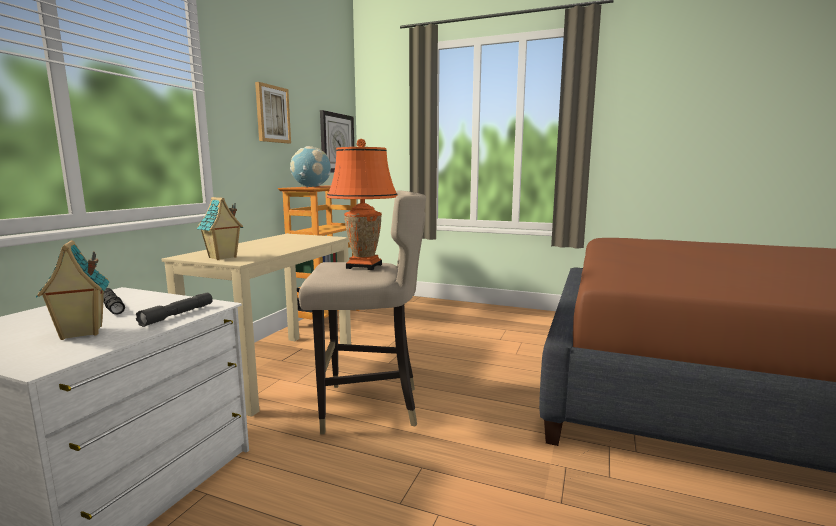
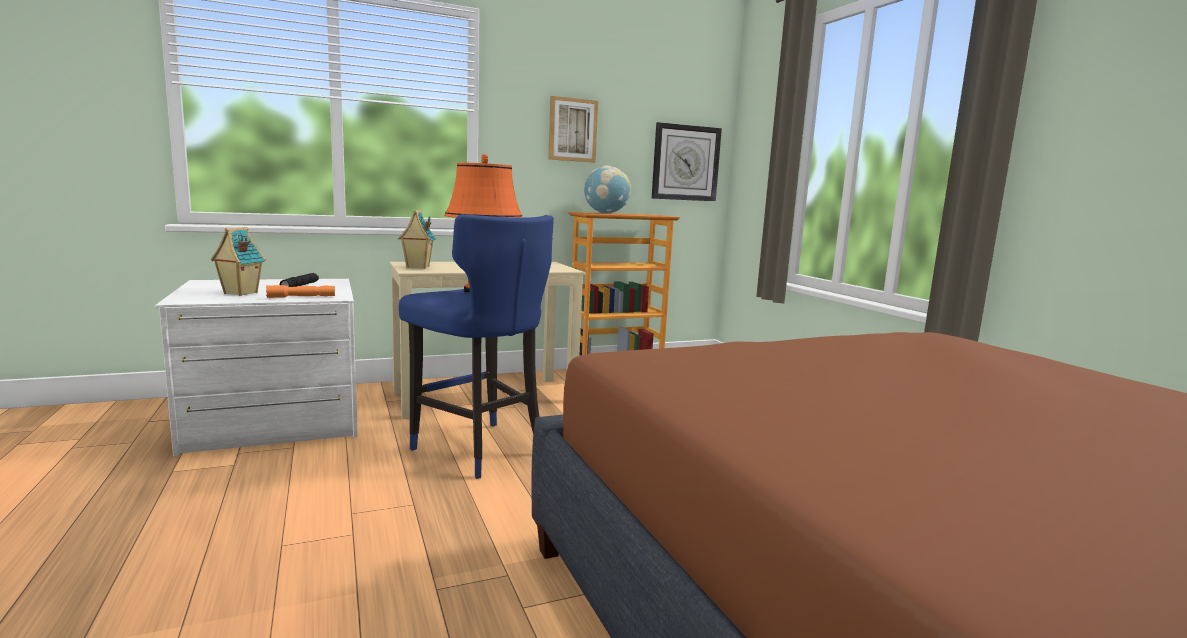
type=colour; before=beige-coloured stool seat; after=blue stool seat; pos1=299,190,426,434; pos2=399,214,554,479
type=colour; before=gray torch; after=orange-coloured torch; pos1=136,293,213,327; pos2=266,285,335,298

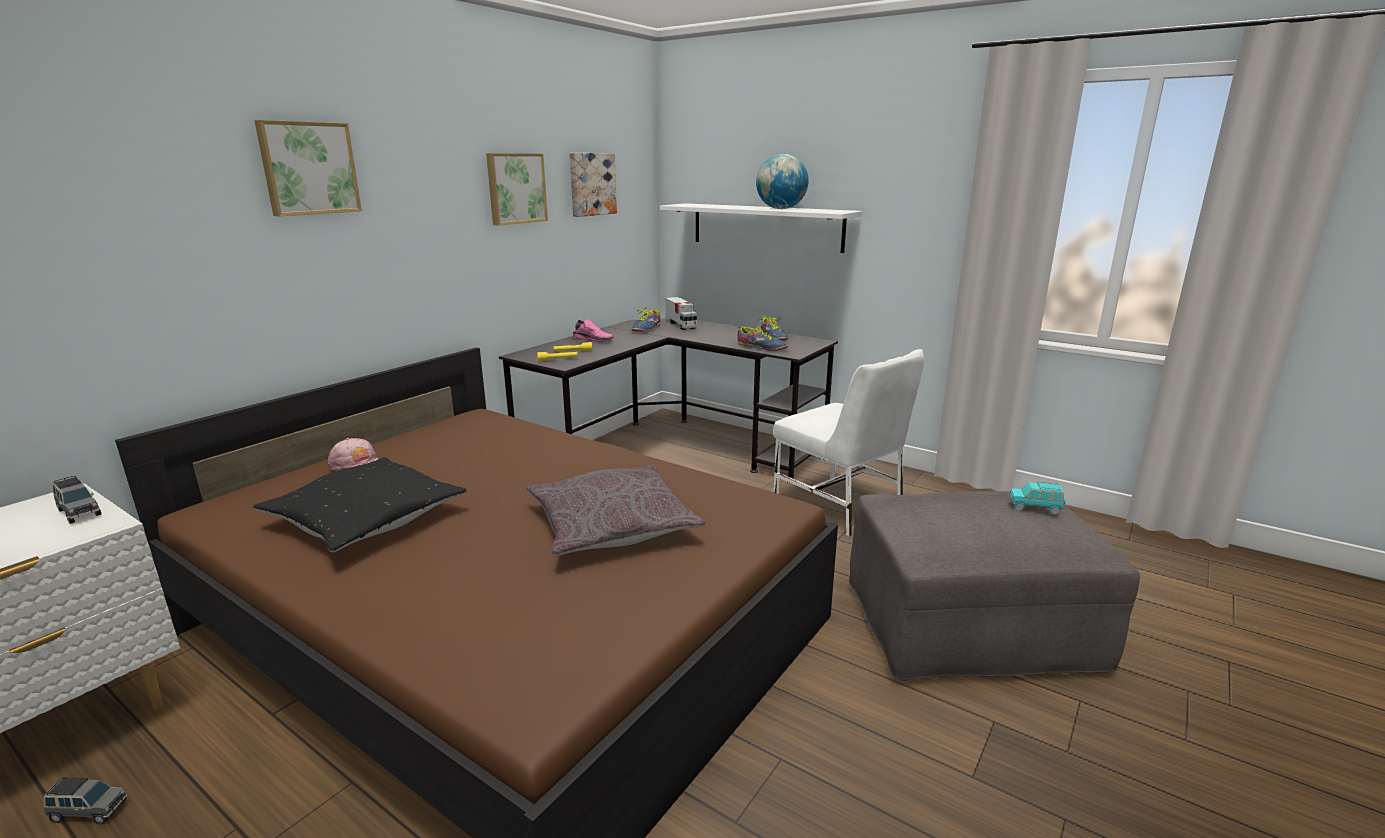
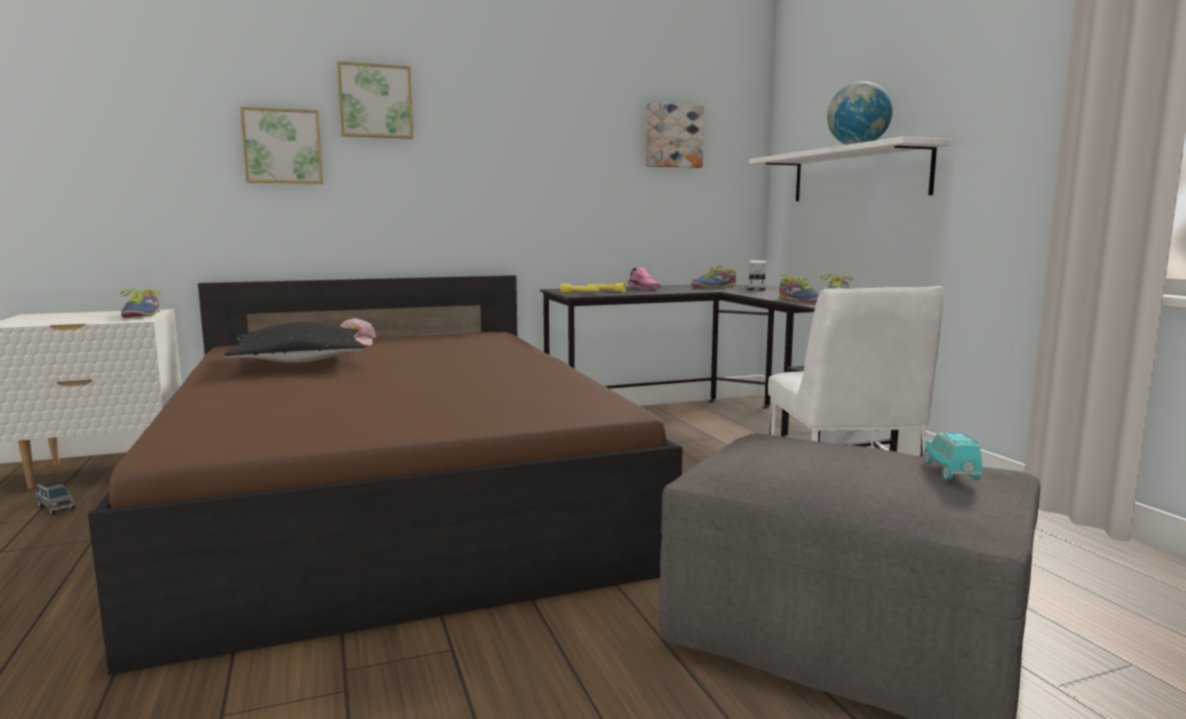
type=relocated; before=picture; pos1=486,153,548,226; pos2=240,107,323,184
type=missing; before=gray throw pillow; pos1=526,465,705,556
type=exchanged; before=gray model car; after=low shoe; pos1=53,475,101,524; pos2=121,287,160,318
type=spun; before=turquoise model car; pos1=1010,482,1066,514; pos2=924,433,982,480; turn=45

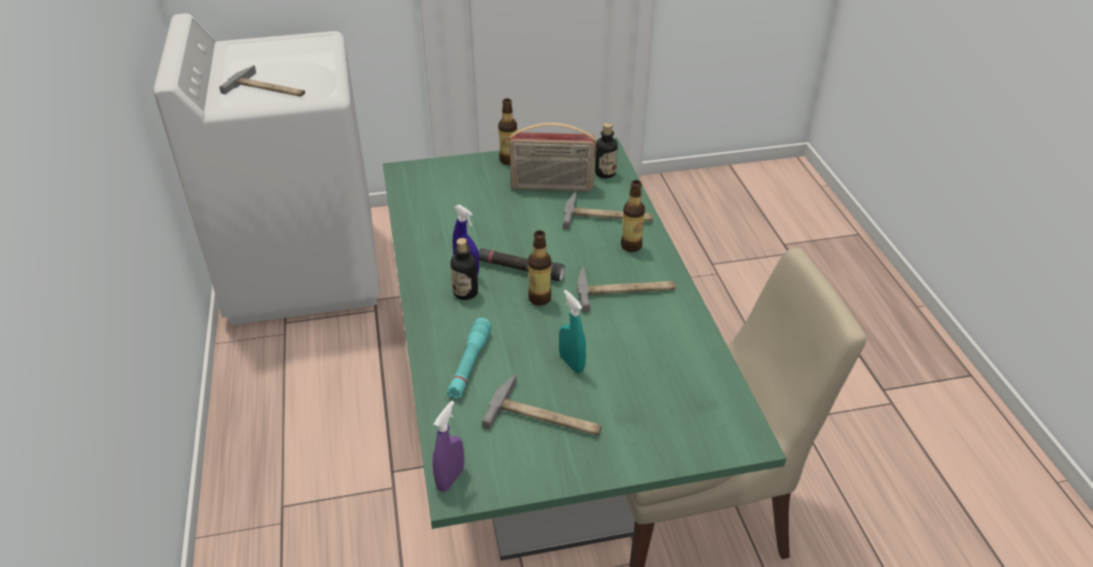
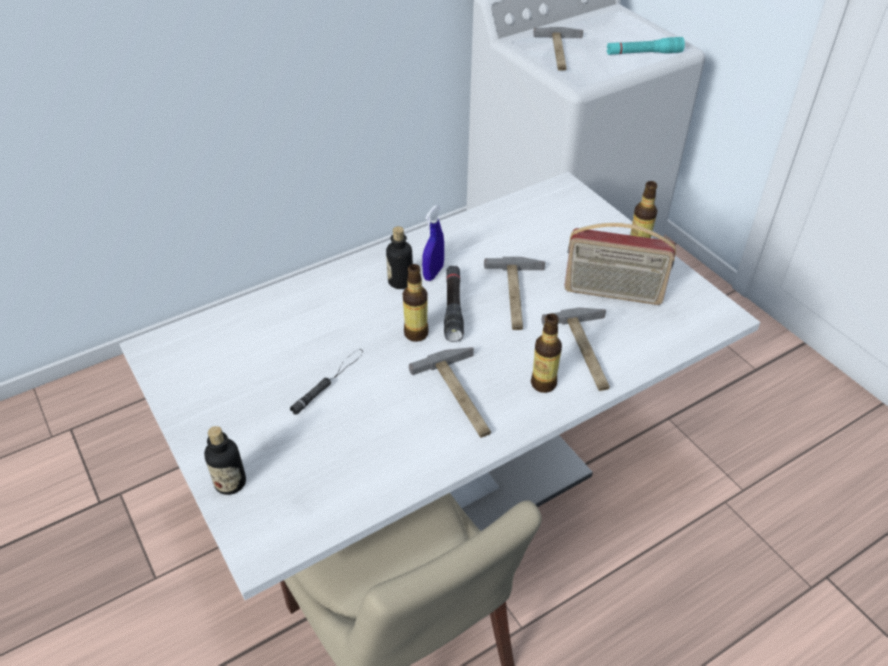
type=spun; before=radio receiver; pos1=509,123,596,191; pos2=565,223,676,305; turn=-60
type=relocated; before=beverage bottle; pos1=595,123,618,178; pos2=204,426,246,495
type=colour; before=greenish dining table; after=whitish dining table; pos1=383,137,786,561; pos2=119,172,760,600
type=exchanged; before=turquoise sprayer; after=black torch; pos1=559,290,586,373; pos2=290,349,363,415
type=relocated; before=turquoise torch; pos1=447,318,492,399; pos2=607,37,685,55
type=relocated; before=tool hammer; pos1=482,374,602,436; pos2=484,257,545,330
type=missing; before=purple-coloured sprayer; pos1=432,401,464,492

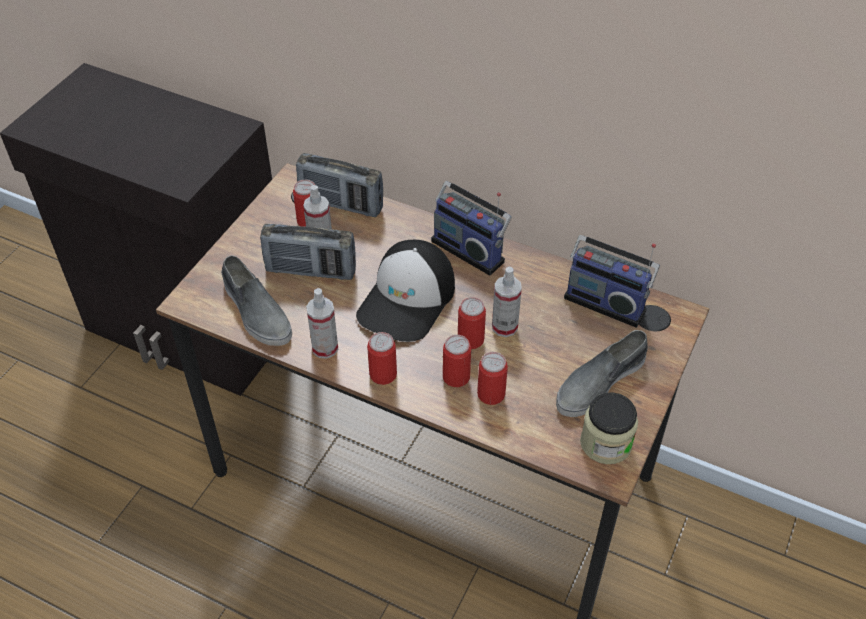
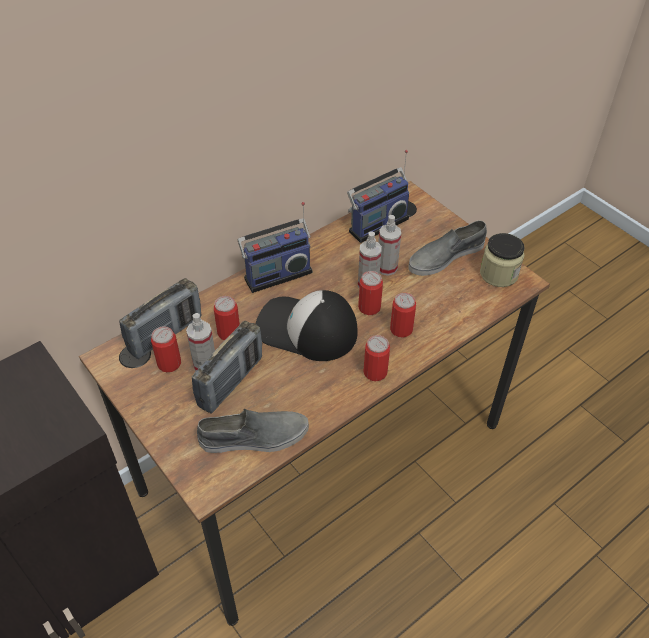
type=spun; before=baseball cap; pos1=356,240,455,342; pos2=256,290,357,361; turn=150
type=relocated; before=sprayer; pos1=306,288,338,359; pos2=378,215,401,276
type=spun; before=gray low shoe; pos1=556,330,648,417; pos2=408,220,487,276; turn=75
type=relocated; before=can; pos1=477,352,508,405; pos2=214,296,240,340

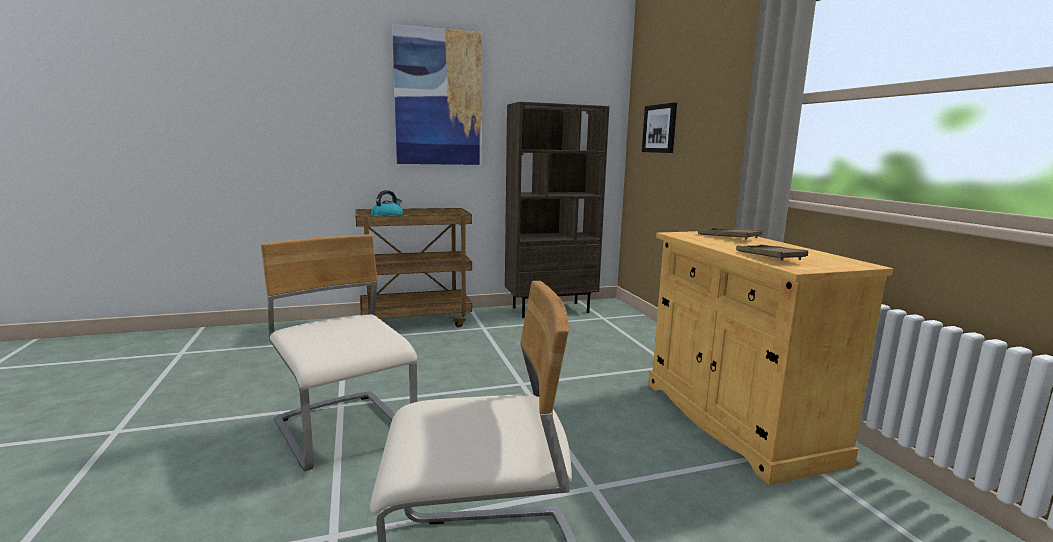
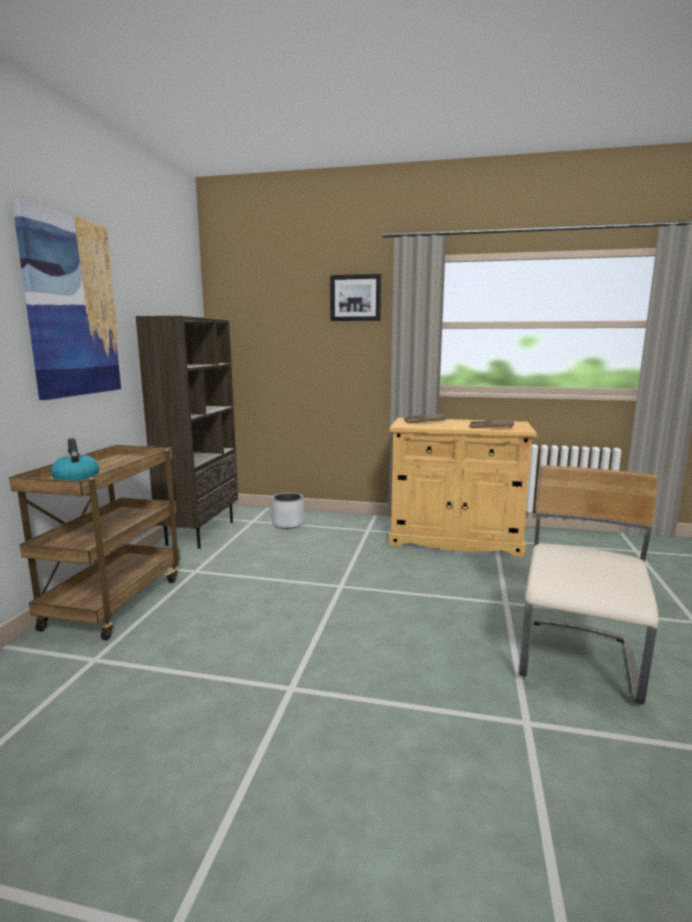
type=relocated; before=picture; pos1=642,103,677,153; pos2=330,274,381,321
type=missing; before=beige-coloured plain chair; pos1=261,234,417,472
type=appeared; after=gray flower pot; pos2=272,492,304,529

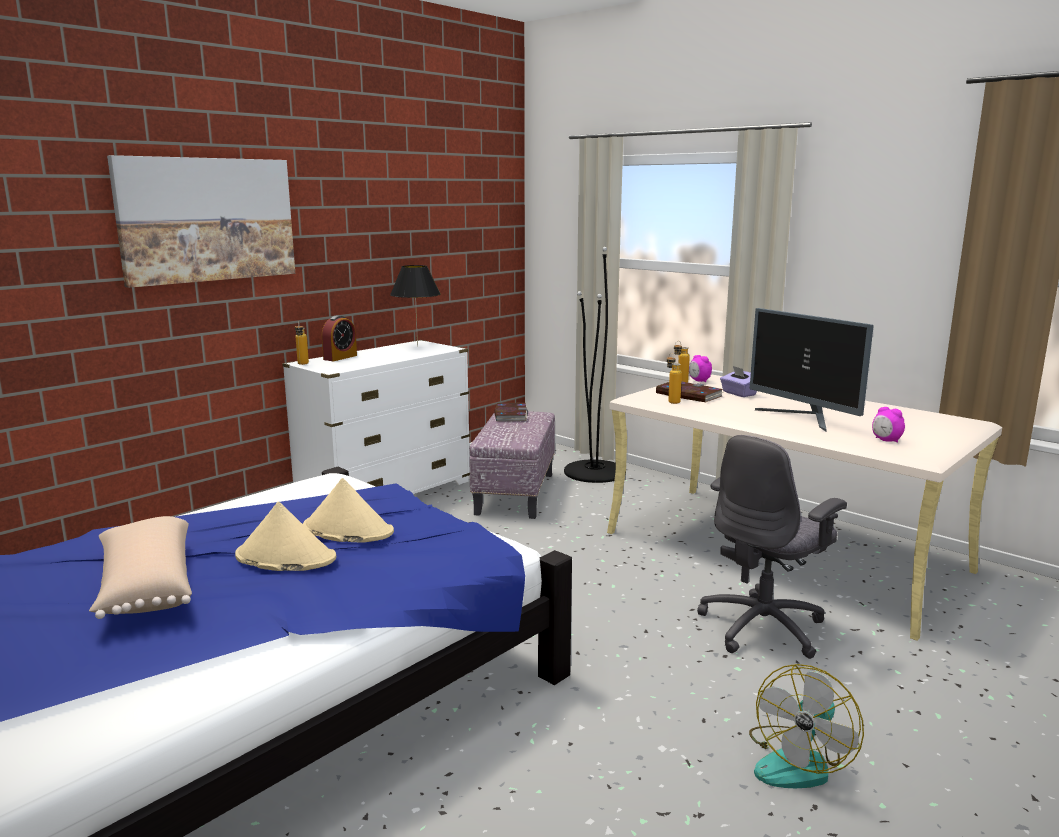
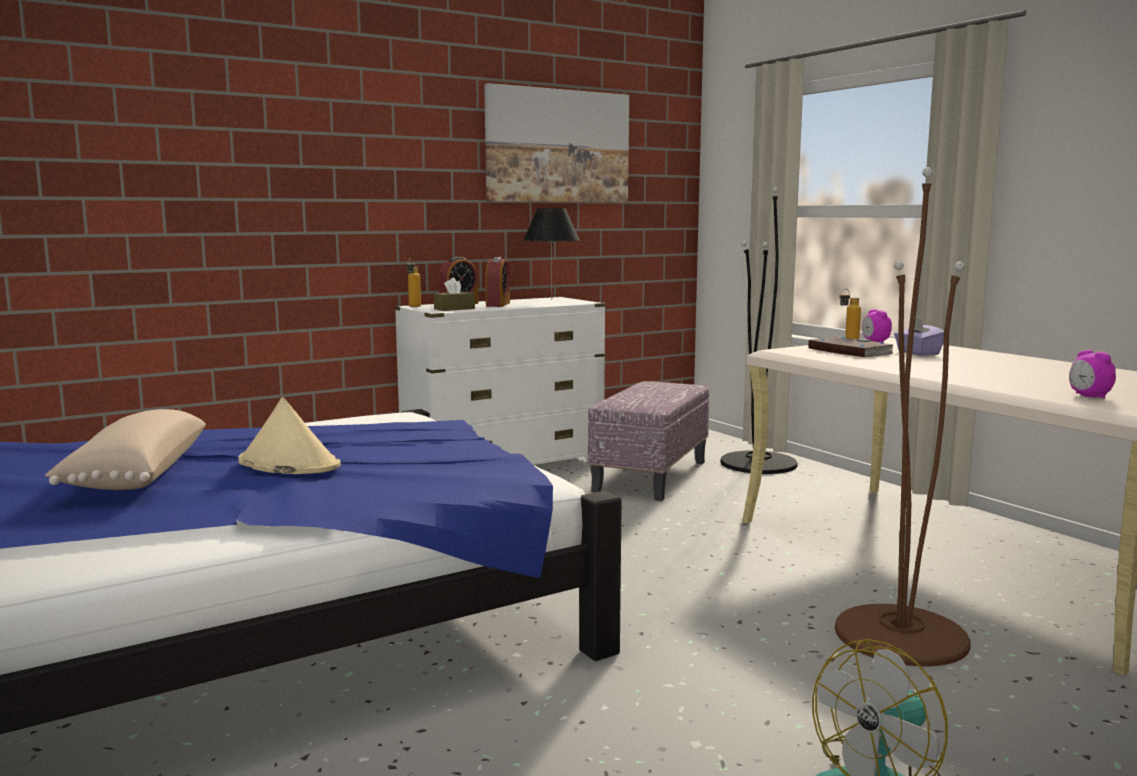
type=relocated; before=picture; pos1=107,155,295,288; pos2=484,83,629,202
type=missing; before=monitor; pos1=750,308,874,432
type=missing; before=beverage bottle; pos1=667,353,682,404
type=missing; before=book; pos1=494,403,528,421
type=exchanged; before=gray computer chair; after=brown floor lamp; pos1=697,435,847,659; pos2=835,167,970,666
type=missing; before=beige-coloured wearable hat; pos1=303,478,394,542
type=appeared; after=alarm clock; pos2=485,257,510,307
type=appeared; after=brown tissue box; pos2=434,278,475,311

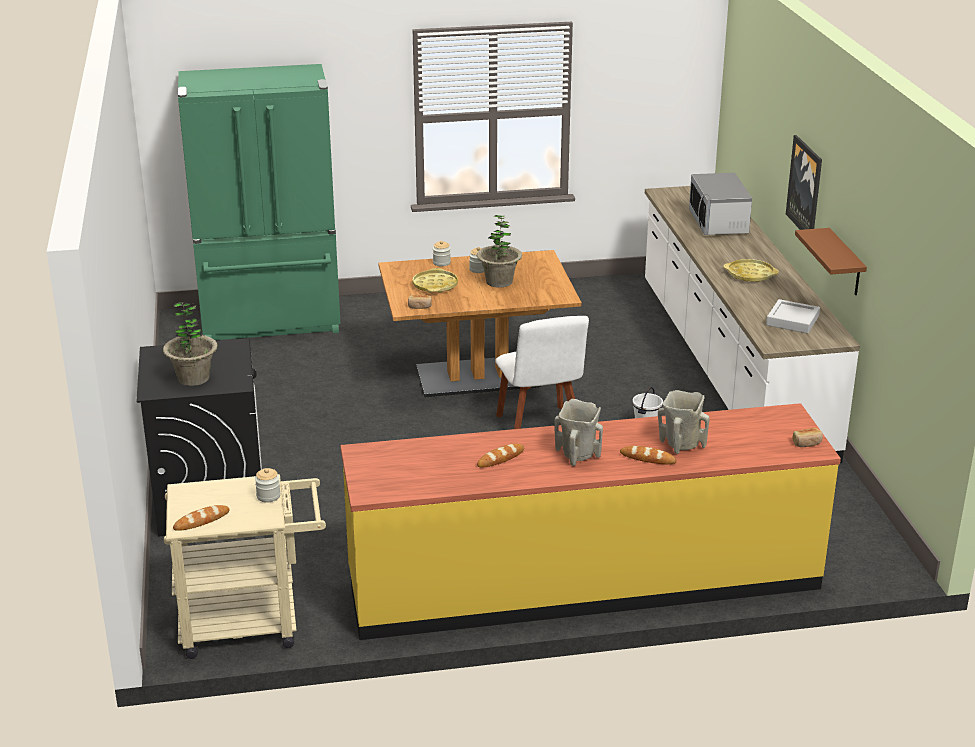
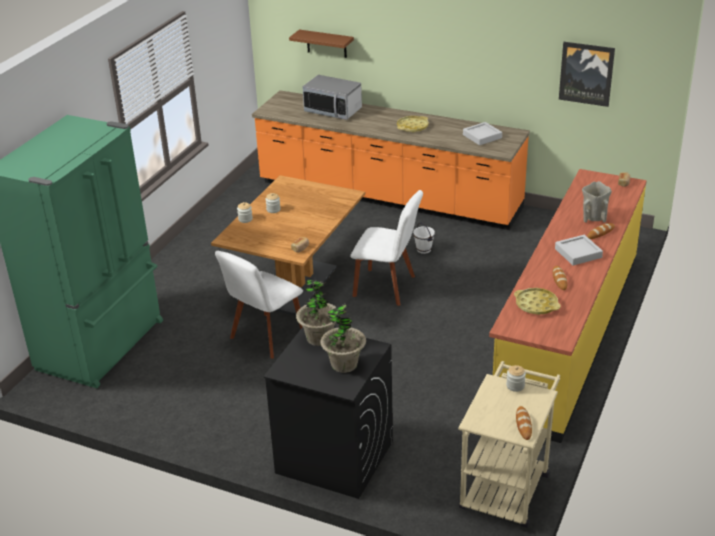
type=relocated; before=picture; pos1=786,135,822,230; pos2=559,42,615,107
type=colour; before=whitish kitchen counter; after=orange-coloured kitchen counter; pos1=645,186,860,463; pos2=252,90,530,230
type=relocated; before=plant in a pot; pos1=477,215,522,288; pos2=296,280,336,346
type=relocated; before=brown bracket shelf; pos1=795,228,867,295; pos2=289,29,354,58
type=relocated; before=yellow-coloured serving tray; pos1=413,268,458,293; pos2=514,288,561,315
type=exchanged; before=beige-coloured decorative vase; after=gray serving tray; pos1=554,399,603,466; pos2=555,235,603,266
type=appeared; after=whitish plain chair; pos2=215,251,303,359

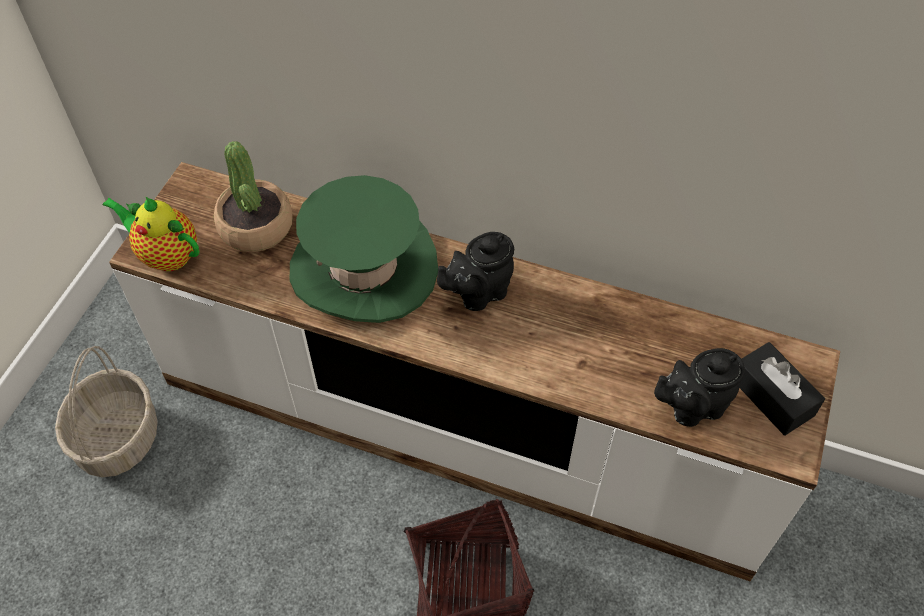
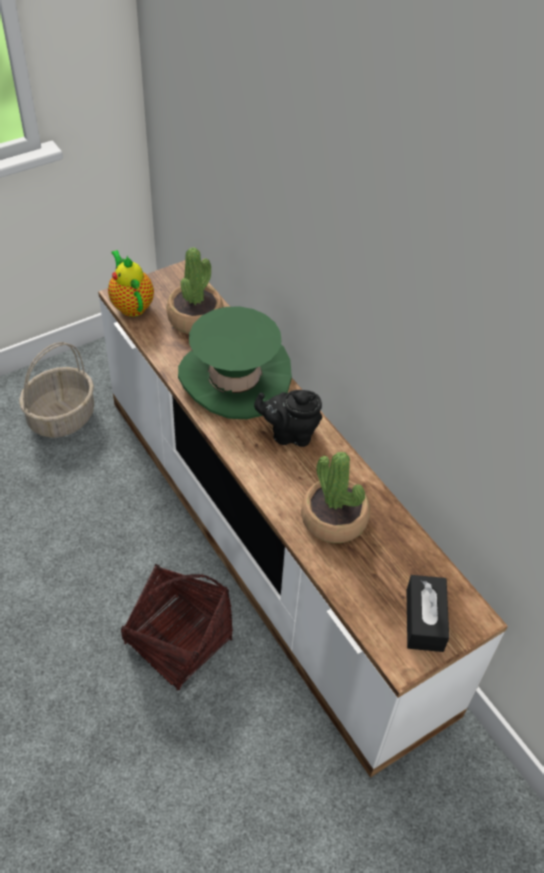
type=missing; before=black tea pot; pos1=654,348,745,427
type=appeared; after=plant in a pot; pos2=301,451,370,543

